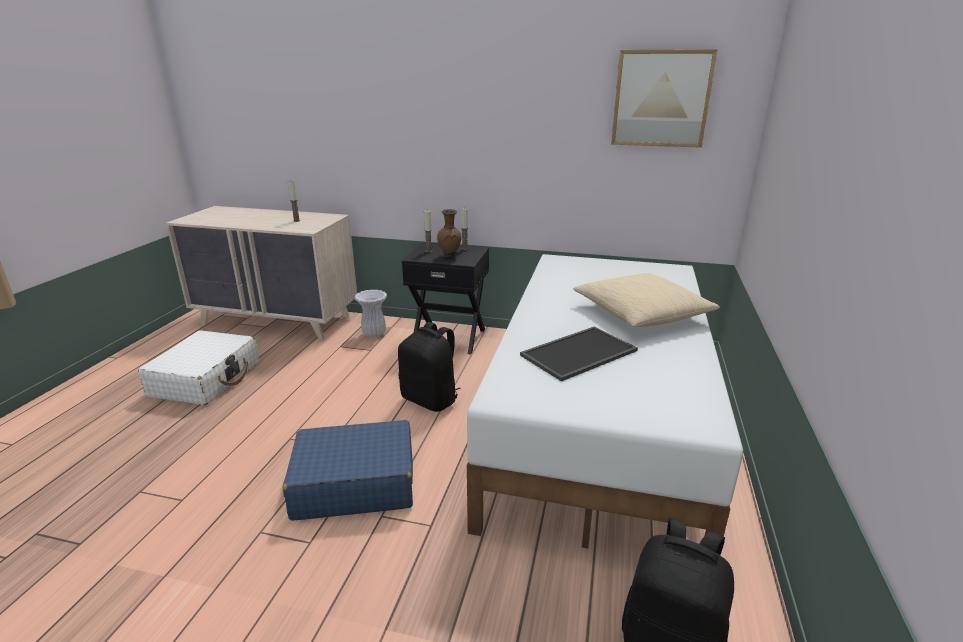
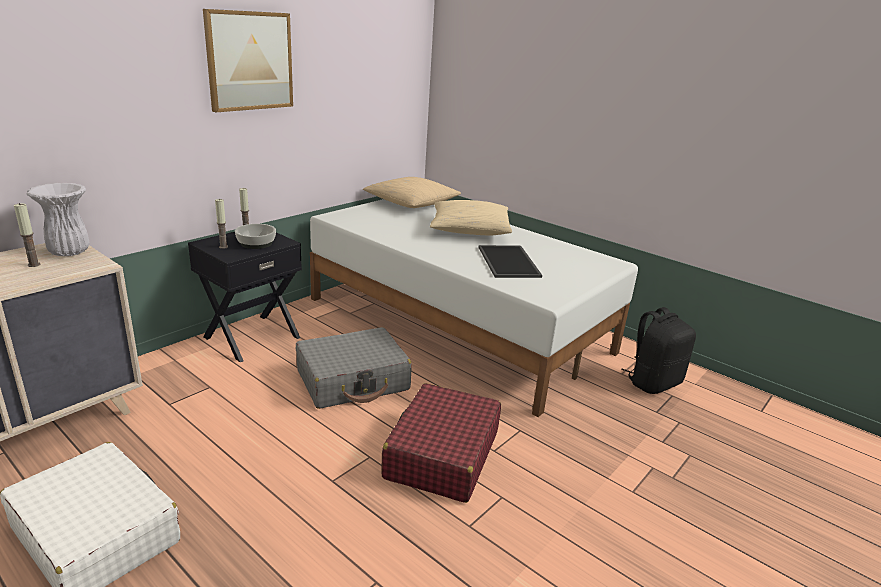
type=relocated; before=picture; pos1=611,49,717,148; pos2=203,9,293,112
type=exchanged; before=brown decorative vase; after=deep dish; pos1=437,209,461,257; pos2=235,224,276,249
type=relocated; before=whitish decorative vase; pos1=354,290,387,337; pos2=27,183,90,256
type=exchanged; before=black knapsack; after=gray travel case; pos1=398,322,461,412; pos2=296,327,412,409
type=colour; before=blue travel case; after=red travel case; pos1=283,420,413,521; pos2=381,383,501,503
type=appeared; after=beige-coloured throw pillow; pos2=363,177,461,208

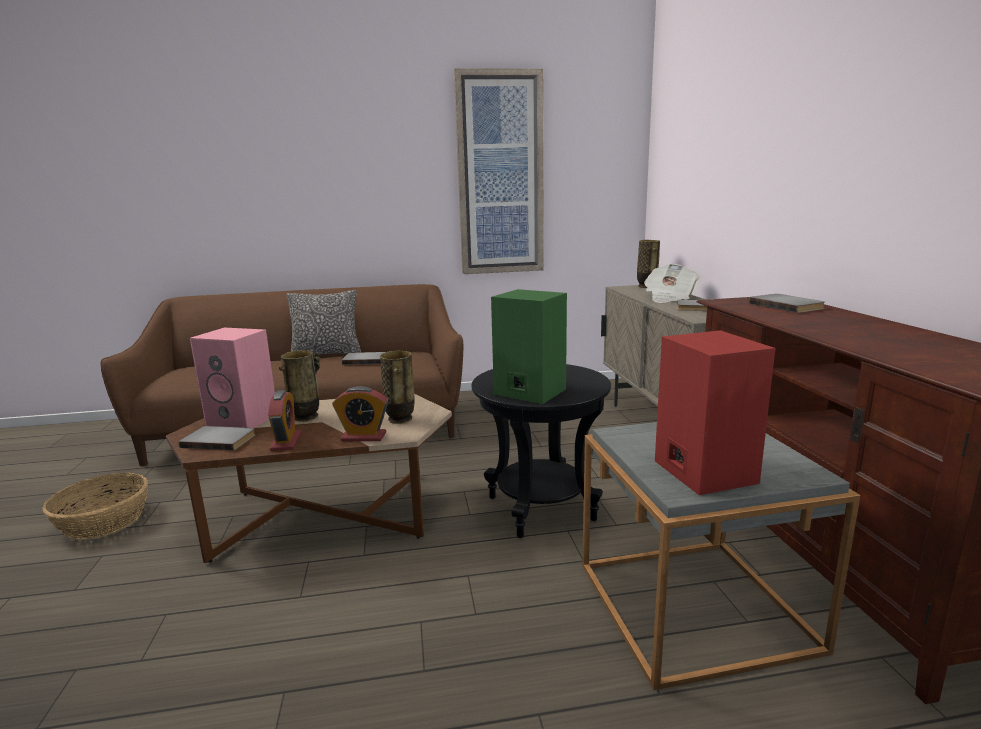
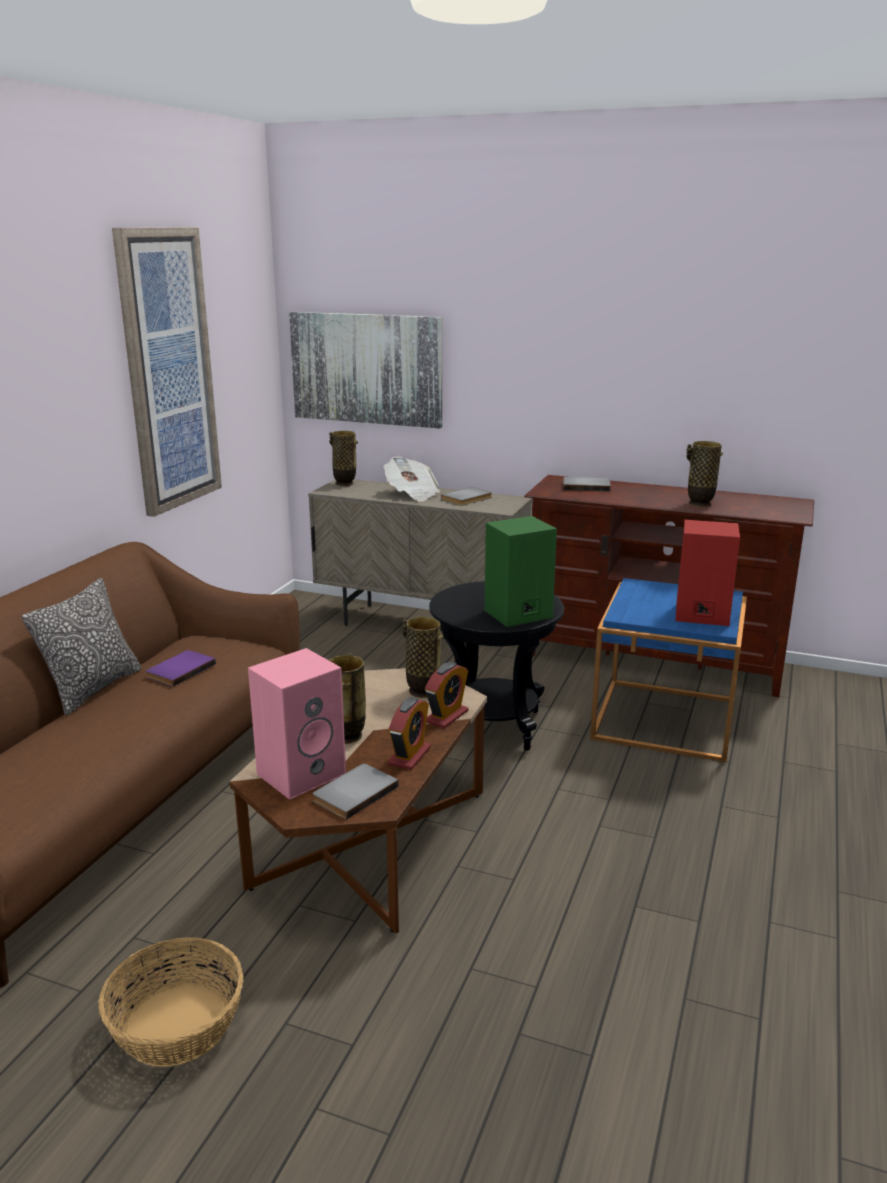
type=colour; before=gray book; after=purple-coloured book; pos1=342,352,386,365; pos2=146,650,216,686
type=spun; before=alarm clock; pos1=268,390,302,451; pos2=388,697,431,770; turn=90
type=colour; before=gray accent table; after=blue accent table; pos1=582,422,860,690; pos2=590,578,747,762
type=appeared; after=picture; pos2=289,312,442,429
type=appeared; after=decorative vase; pos2=686,441,723,507

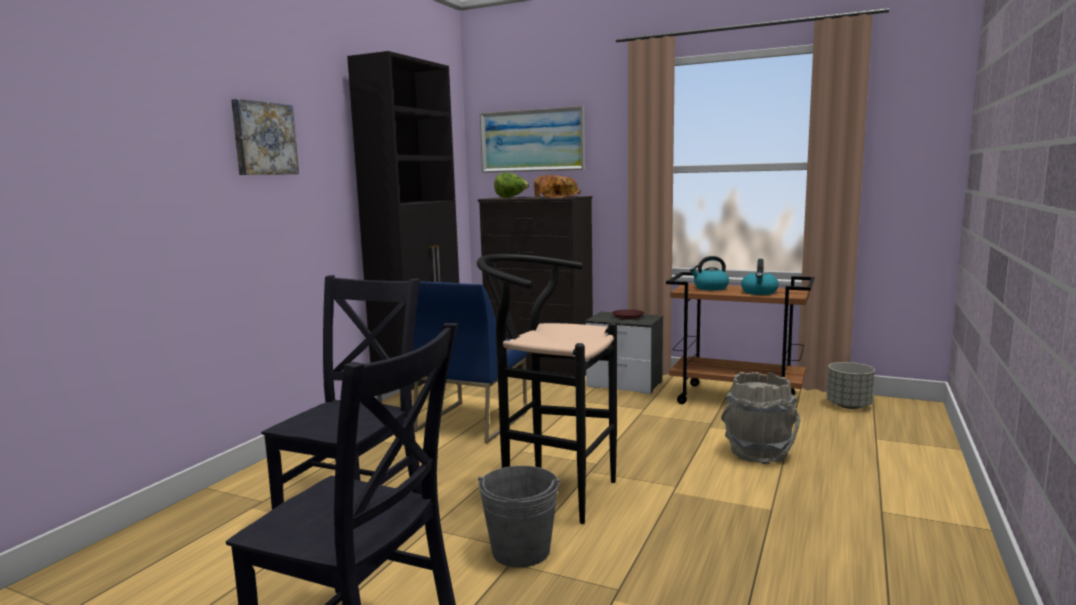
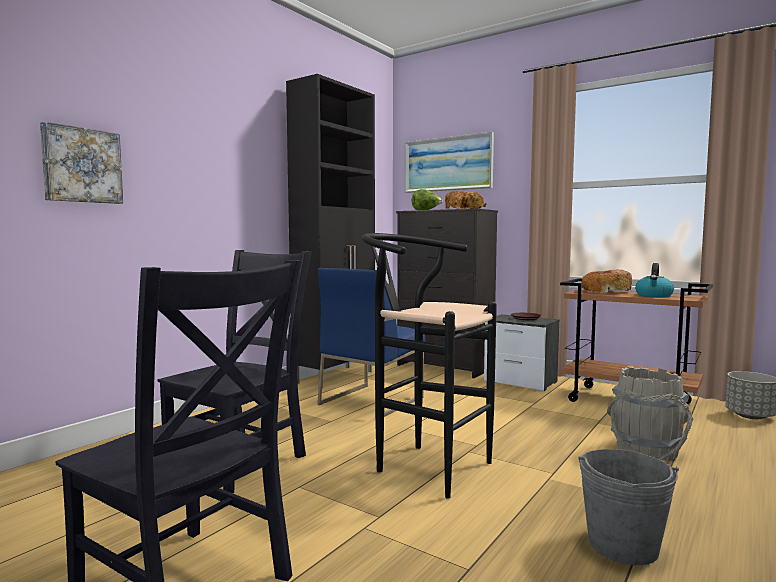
type=relocated; before=picture; pos1=231,99,299,175; pos2=40,122,123,204
type=exchanged; before=water kettle; after=bakery bread; pos1=690,256,729,291; pos2=581,270,632,293
type=relocated; before=gray pail; pos1=478,466,560,568; pos2=578,449,679,565

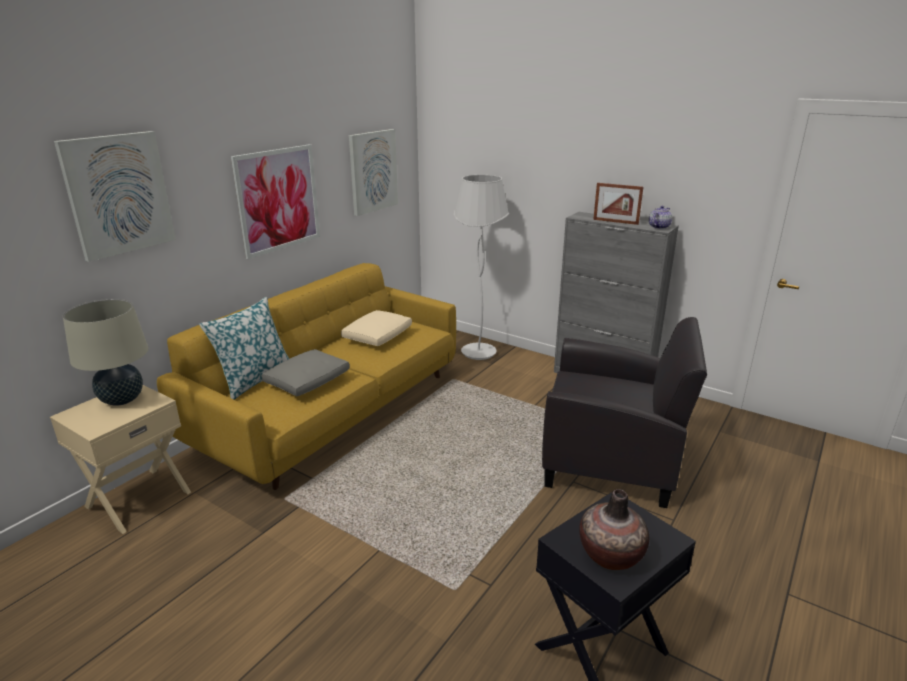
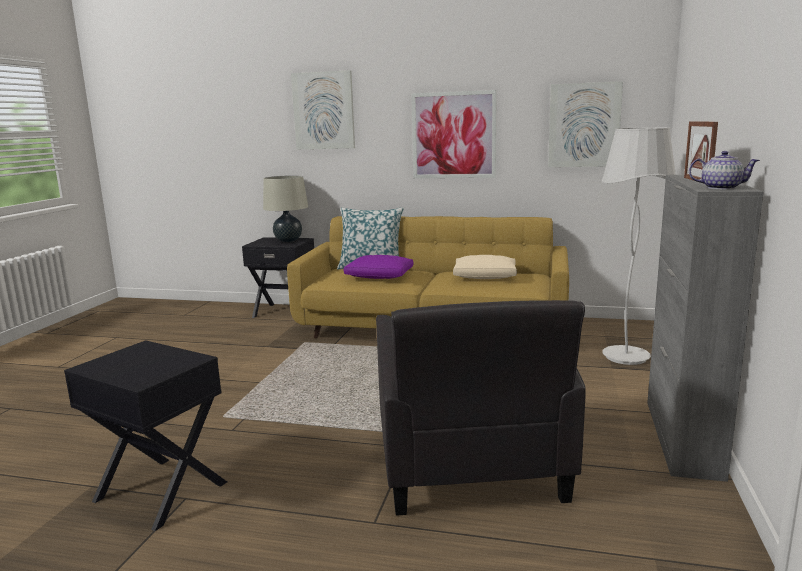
type=colour; before=gray throw pillow; after=purple-coloured throw pillow; pos1=261,349,350,396; pos2=344,255,413,279
type=colour; before=beige-coloured accent table; after=black accent table; pos1=50,385,191,534; pos2=242,237,314,318
type=missing; before=decorative vase; pos1=579,489,649,570

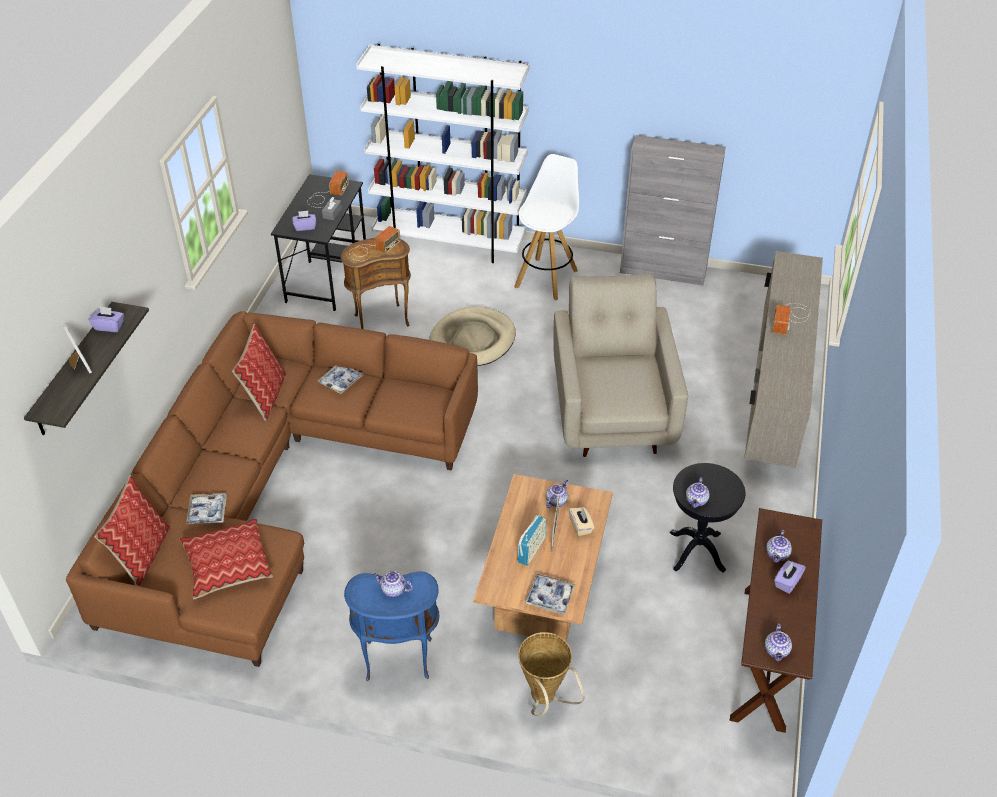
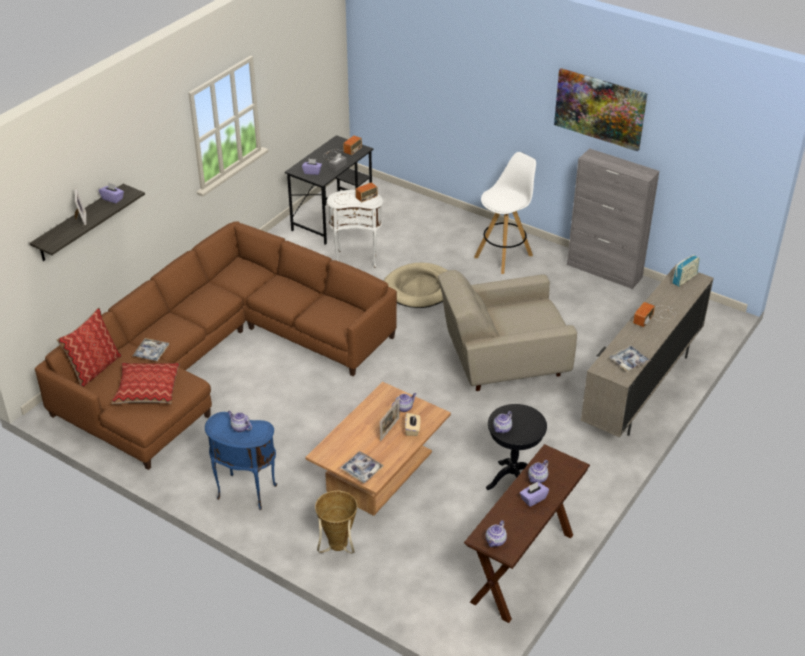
type=missing; before=whitish bookcase; pos1=356,43,529,263
type=colour; before=brown accent table; after=whitish accent table; pos1=340,238,411,329; pos2=327,190,383,268
type=spun; before=beige-coloured armchair; pos1=553,273,688,457; pos2=438,270,577,391; turn=-120
type=missing; before=throw pillow; pos1=232,324,286,421
type=relocated; before=serving tray; pos1=318,366,364,394; pos2=609,345,651,372
type=relocated; before=radio receiver; pos1=517,515,546,566; pos2=672,255,700,287
type=appeared; after=picture; pos2=554,68,647,151

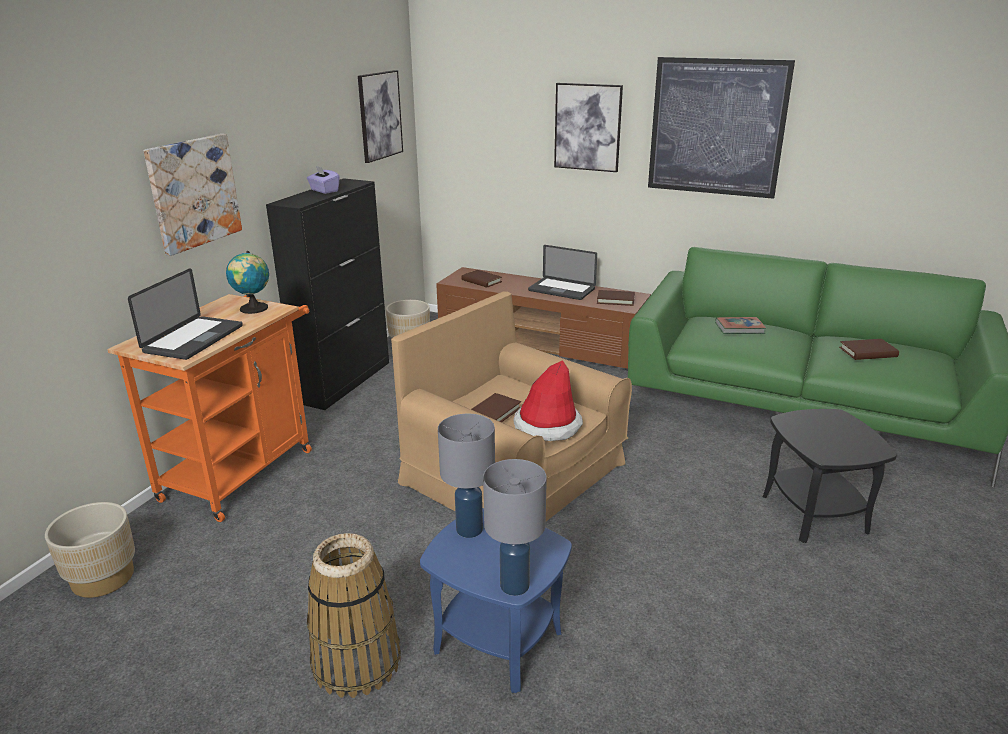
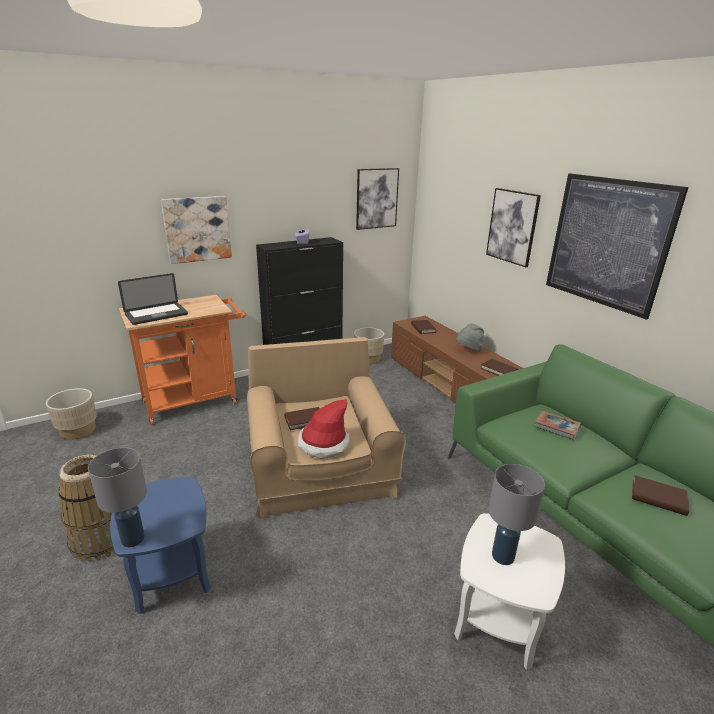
type=exchanged; before=notebook computer; after=gray wearable hat; pos1=528,245,597,300; pos2=456,323,484,352
type=missing; before=world globe; pos1=226,251,269,314
type=colour; before=black accent table; after=whitish accent table; pos1=763,409,897,543; pos2=454,513,565,670
type=relocated; before=gray table lamp; pos1=438,414,495,538; pos2=489,464,545,565

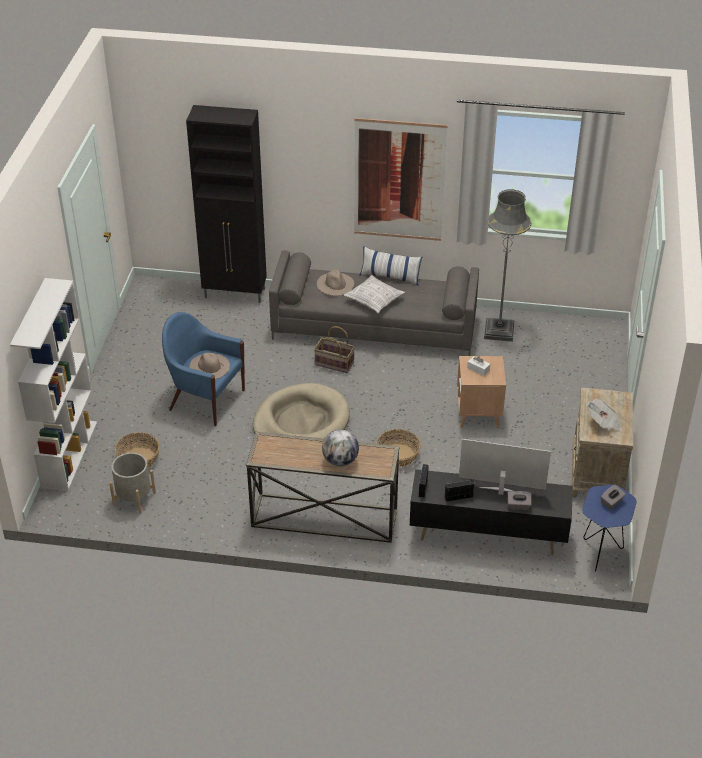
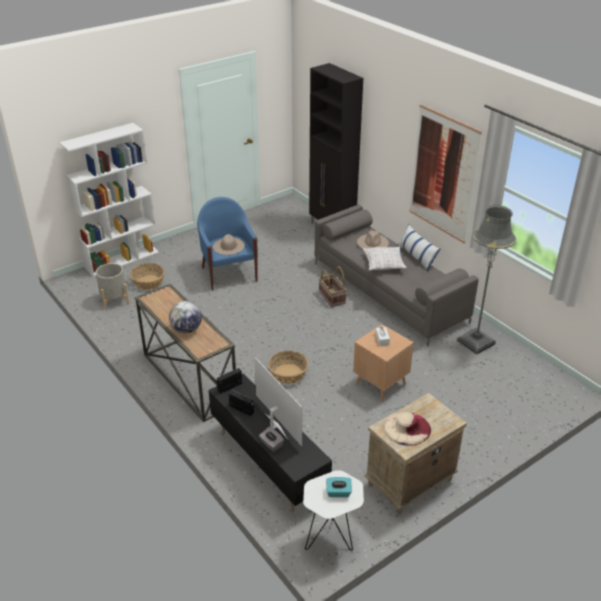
type=missing; before=beige-coloured dog bed; pos1=253,383,350,439
type=exchanged; before=newspaper; after=beige-coloured wearable hat; pos1=587,399,622,431; pos2=384,412,431,446
type=colour; before=blue accent table; after=whitish accent table; pos1=582,484,636,572; pos2=303,470,364,551
type=colour; before=gray tissue box; after=turquoise tissue box; pos1=601,485,626,510; pos2=326,477,352,497

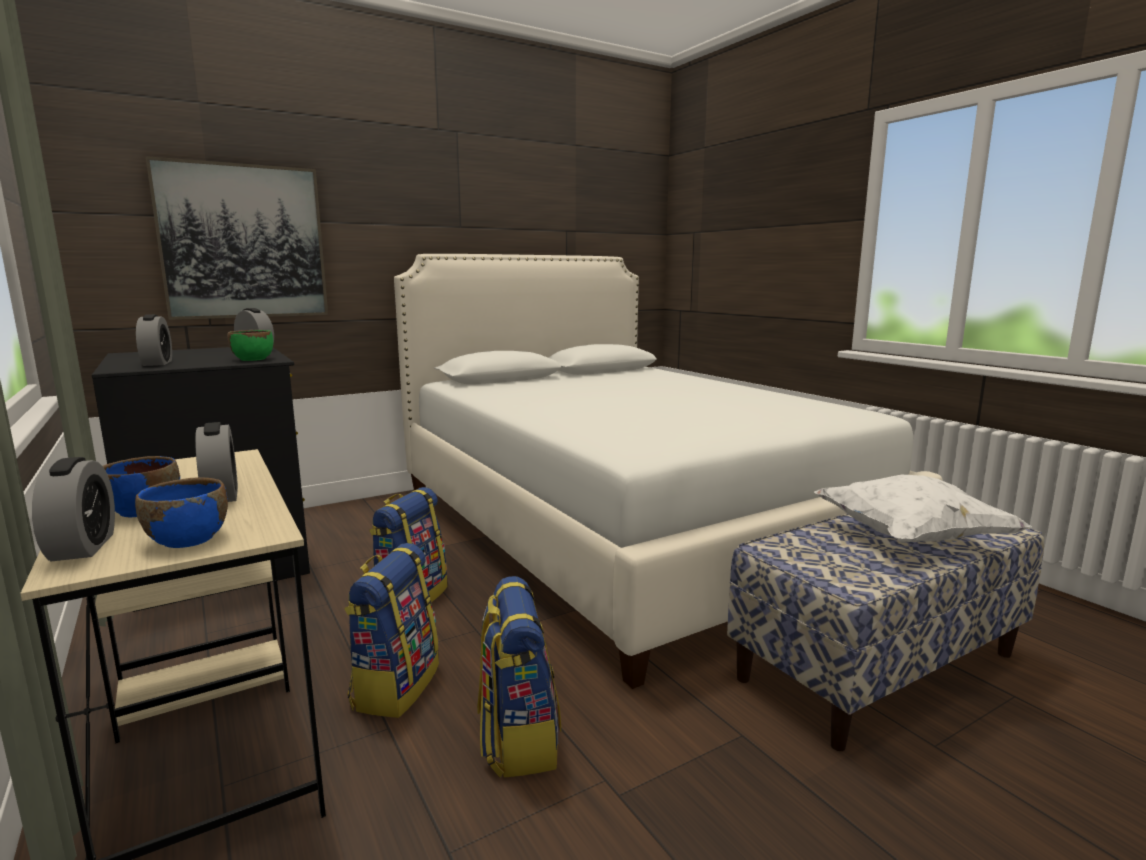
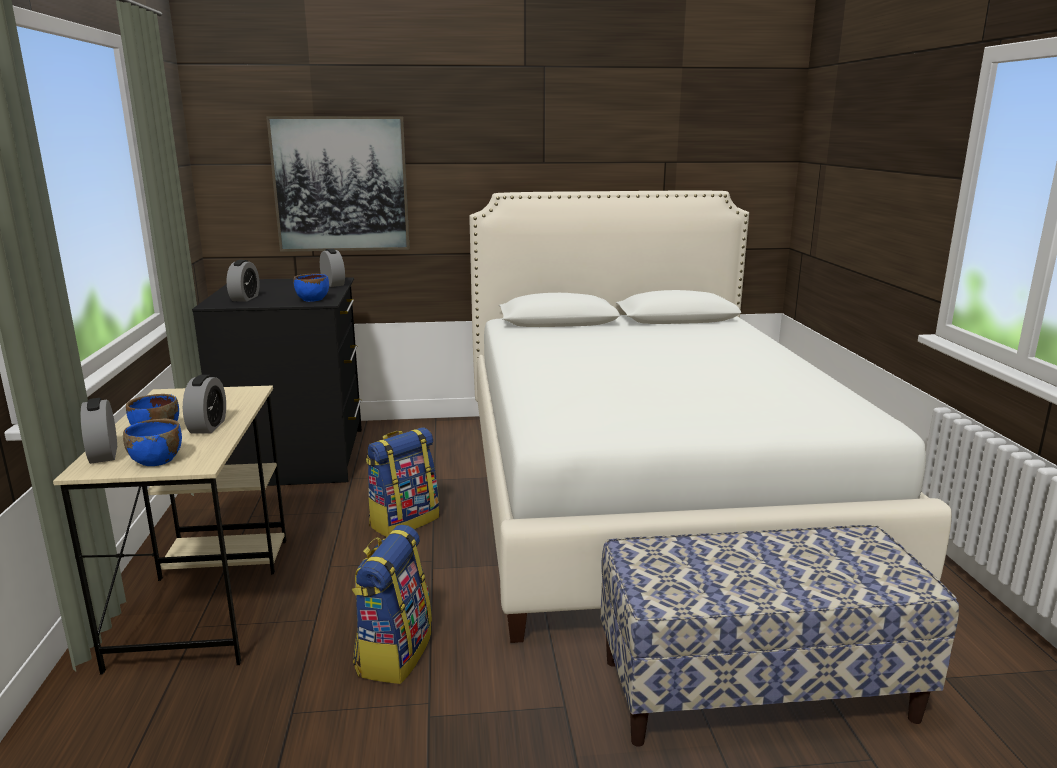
type=colour; before=greenish deep dish; after=blue deep dish; pos1=227,330,274,361; pos2=293,273,329,302
type=spun; before=alarm clock; pos1=32,457,115,561; pos2=81,398,117,464; turn=150
type=missing; before=whitish throw pillow; pos1=814,475,1032,543
type=missing; before=knapsack; pos1=344,543,439,718

